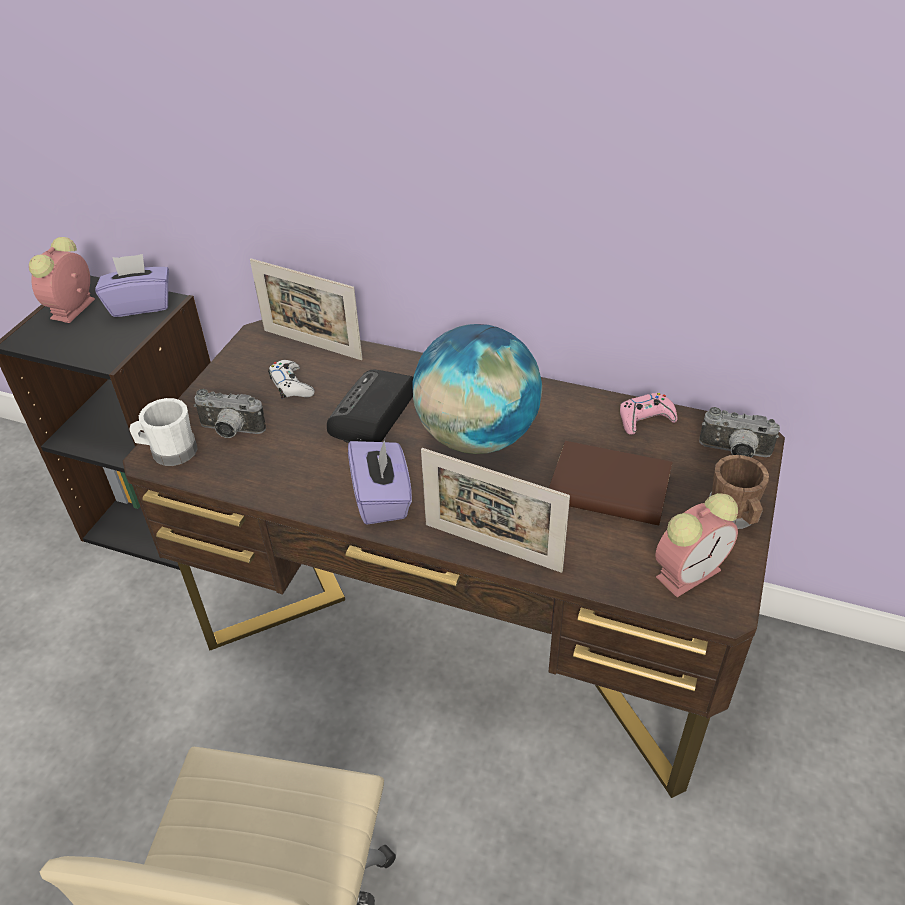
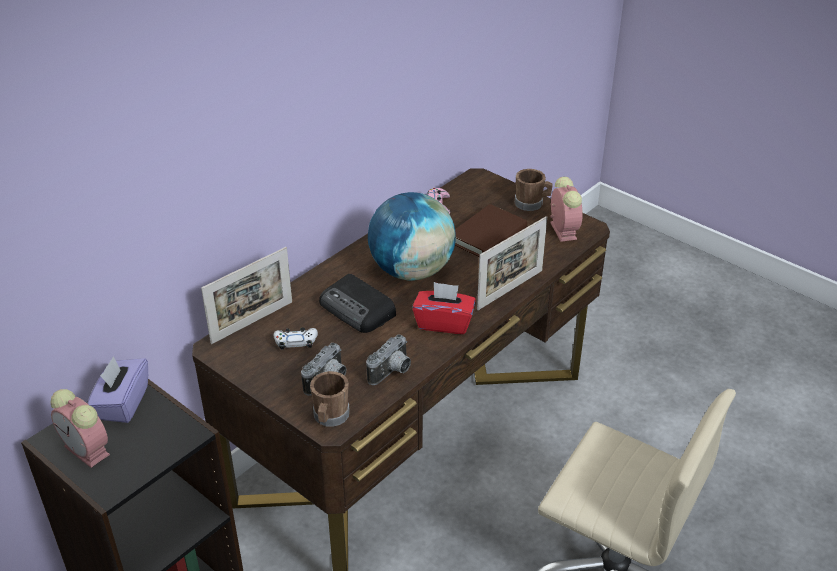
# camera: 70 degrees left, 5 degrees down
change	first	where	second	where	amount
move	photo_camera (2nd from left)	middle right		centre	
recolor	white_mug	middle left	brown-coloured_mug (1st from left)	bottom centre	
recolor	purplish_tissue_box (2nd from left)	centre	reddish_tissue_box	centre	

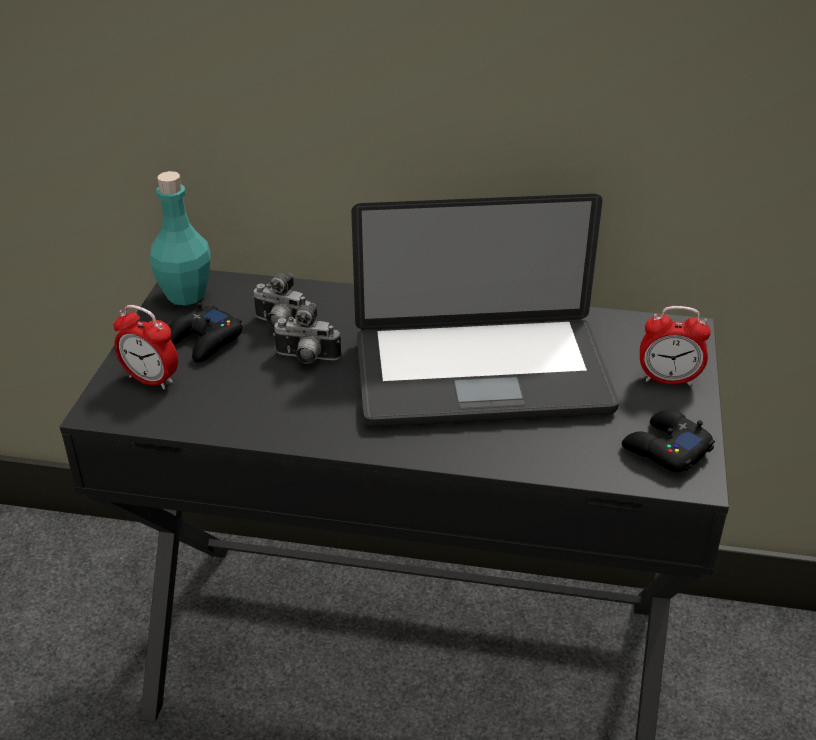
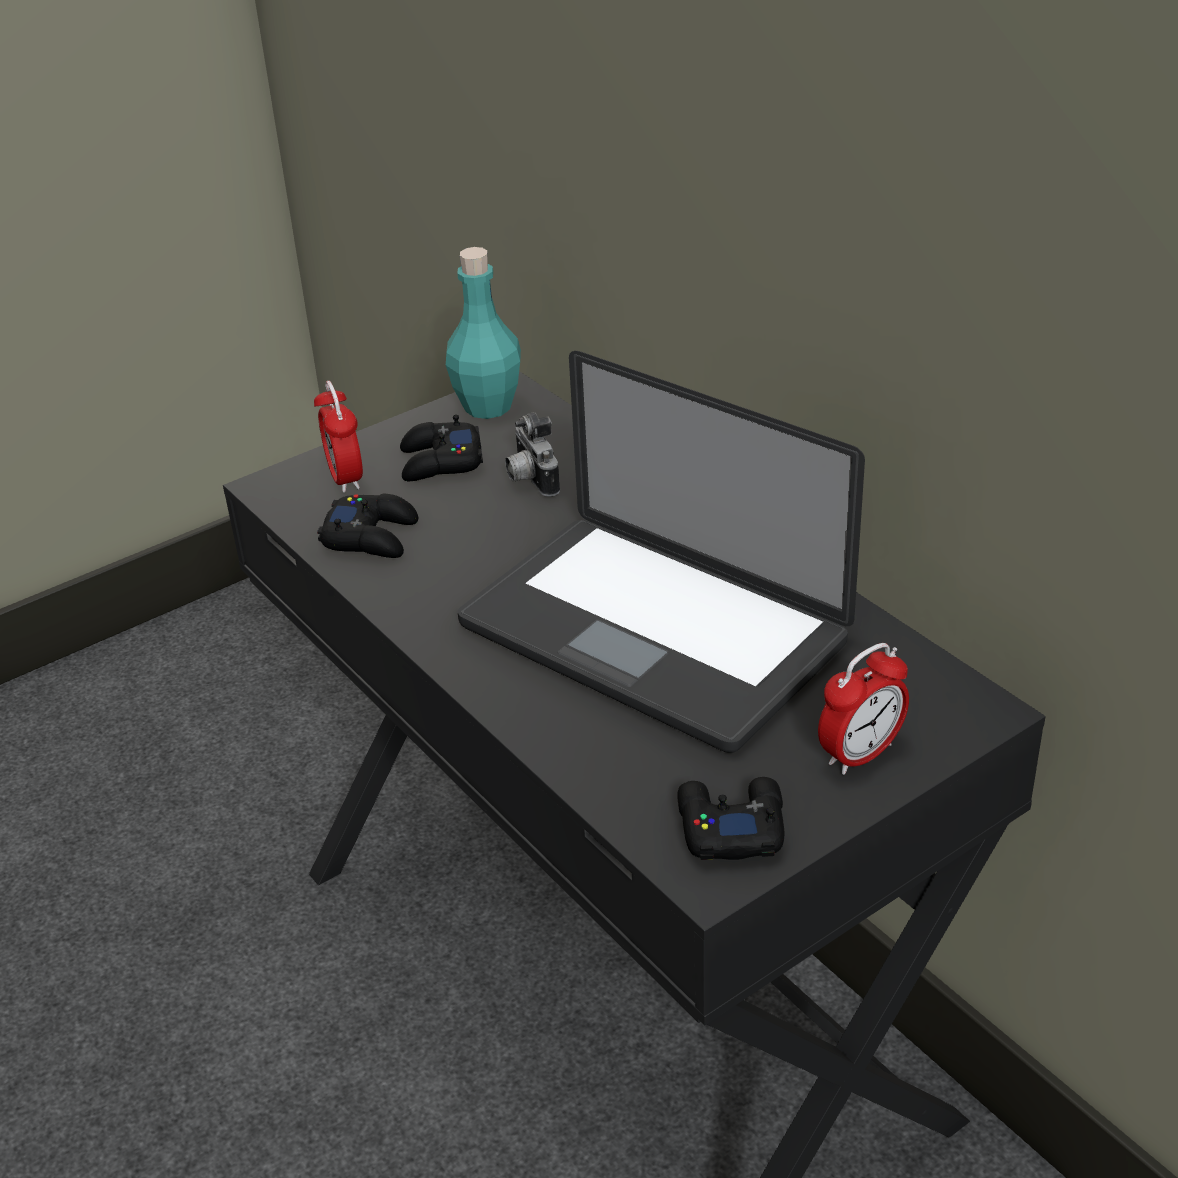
# camera: 45 degrees right, 0 degrees up
change	first	where	second	where	amount
delete	photo_camera (2nd from left)	centre			
insert			black_gamepad (1st from left)	middle left	
rotate	bedside_clock (2nd from left)	middle right		middle right	90 degrees counterclockwise

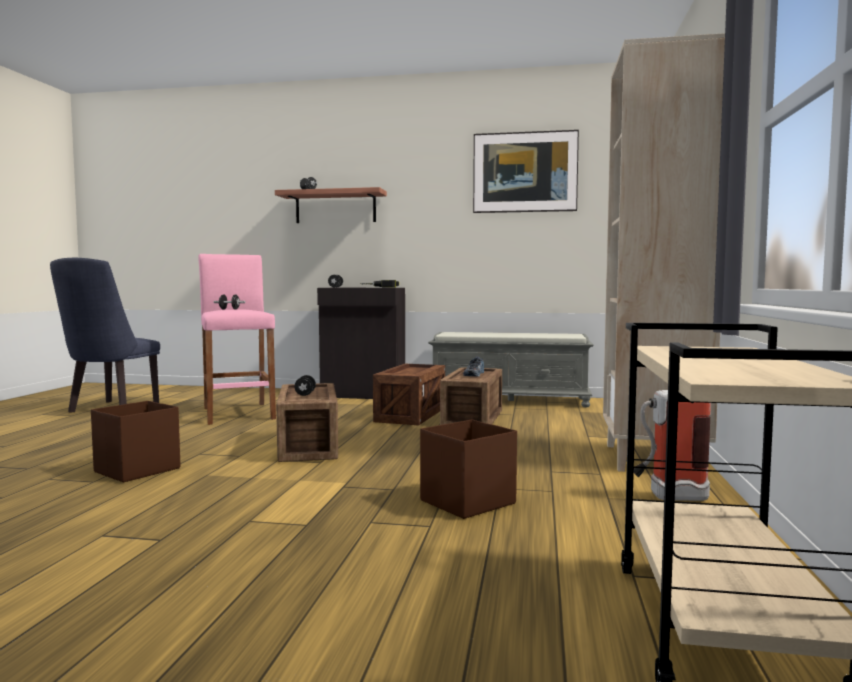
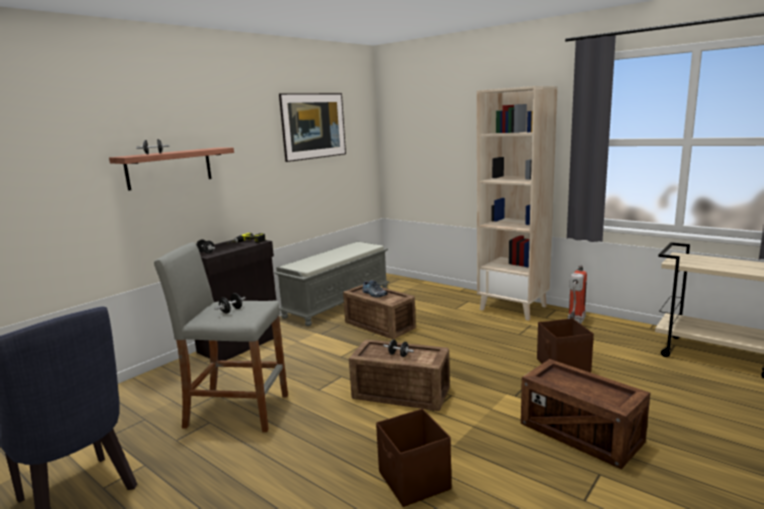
# camera: 60 degrees left, 10 degrees up
change	first	where	second	where	amount
move	crate (2nd from left in the first image)	centre	crate (3rd from left)	bottom right	
recolor	pink-coloured_sitting_stool	middle left	grey_sitting_stool	middle left	

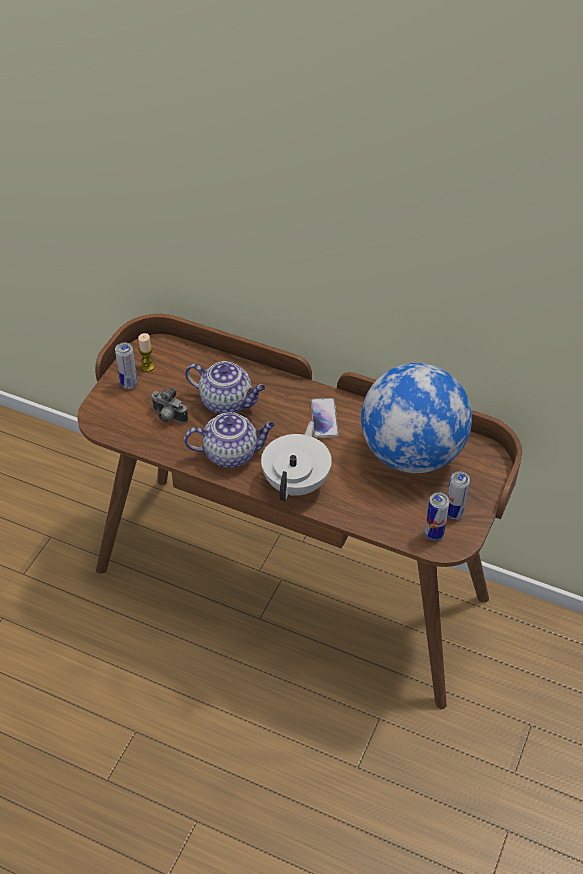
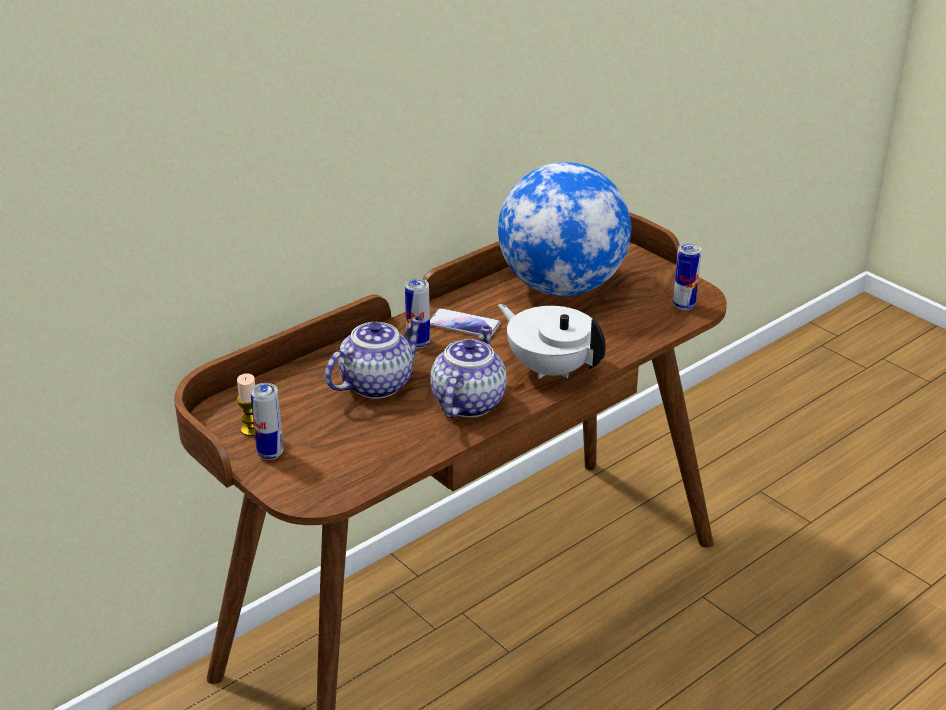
# camera: 65 degrees left, 15 degrees down
change	first	where	second	where	amount
delete	photo_camera	middle left			
move	sealed_can (3rd from left in the first image)	middle right	sealed_can (2nd from left)	centre	

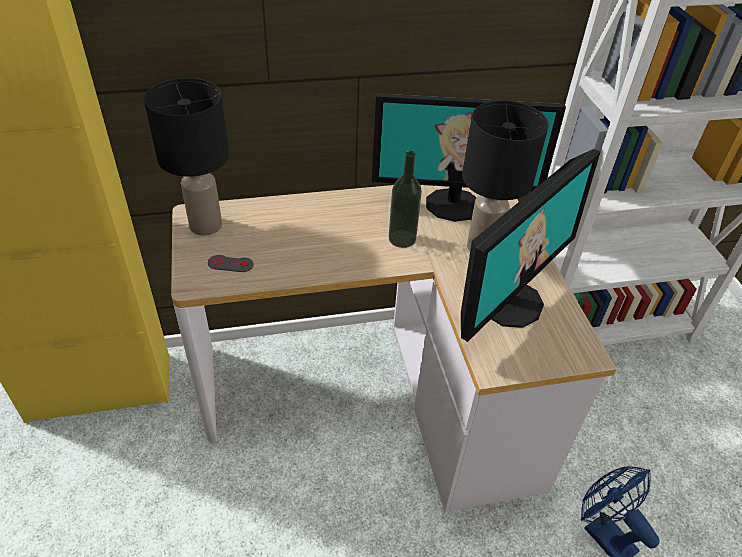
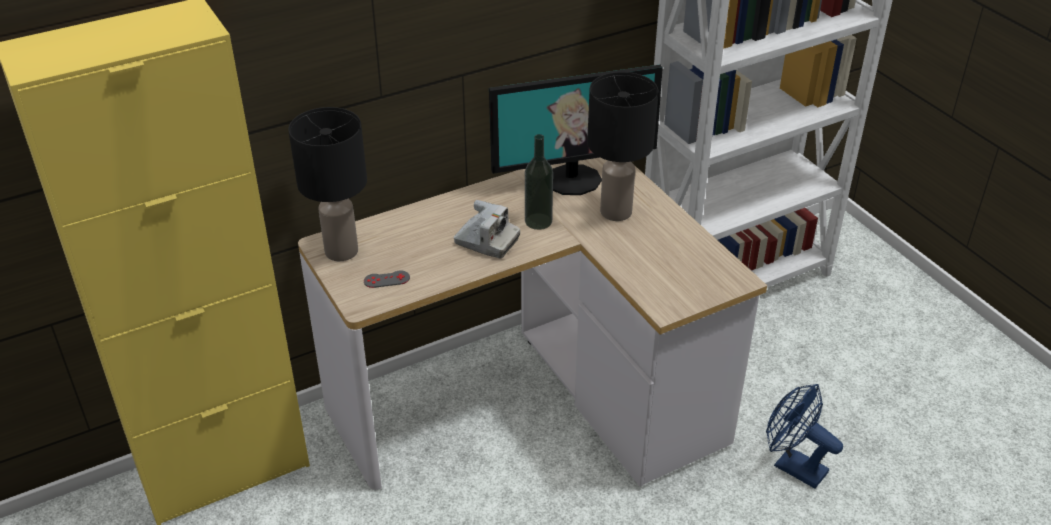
# camera: 15 degrees left, 5 degrees down
change	first	where	second	where	amount
delete	computer_screen (2nd from left)	middle right			
insert			photo_camera	centre	

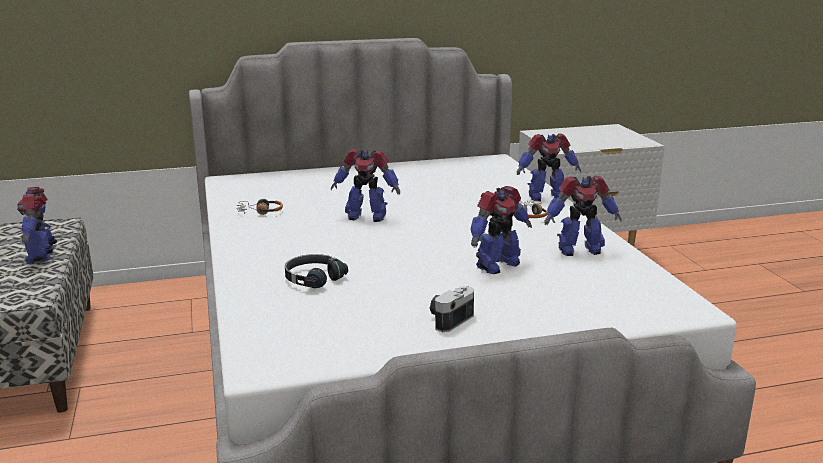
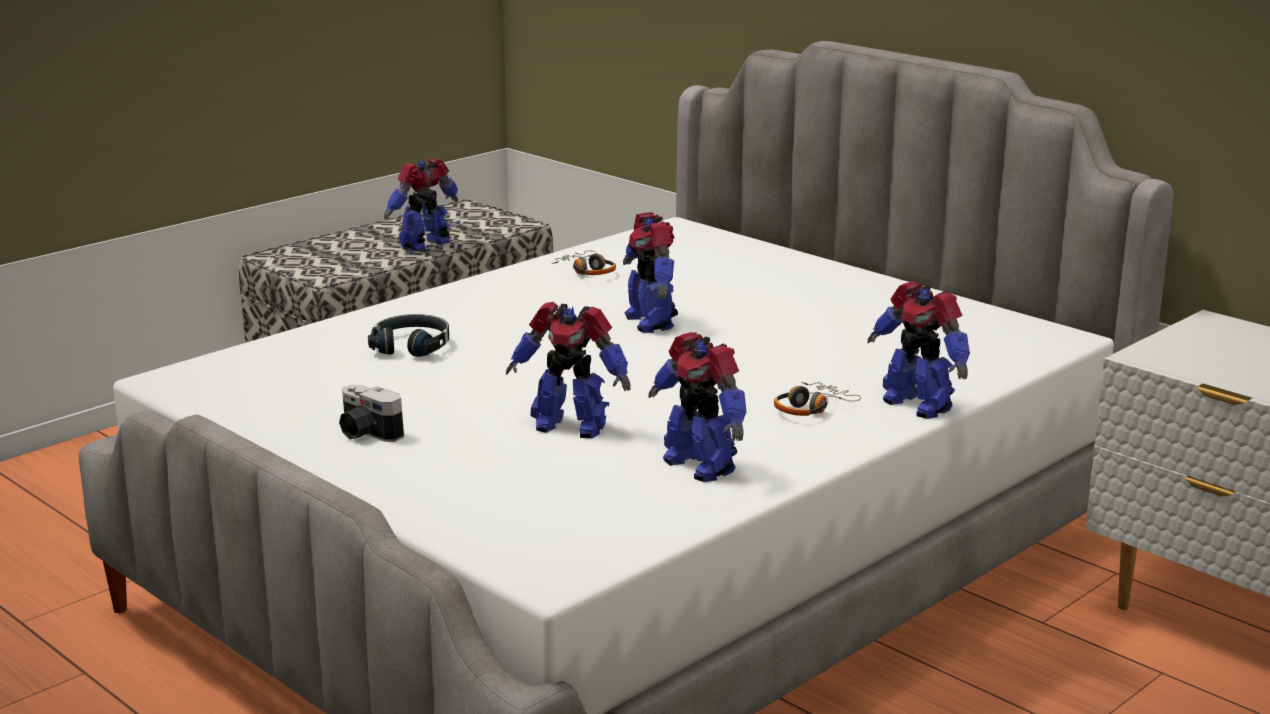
# camera: 60 degrees right, 0 degrees up
change	first	where	second	where	amount
rotate	photo_camera	bottom centre		middle left	150 degrees counterclockwise

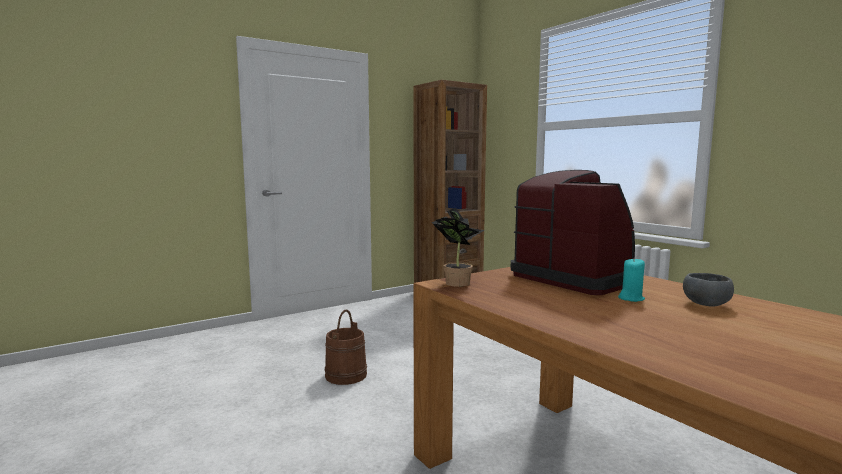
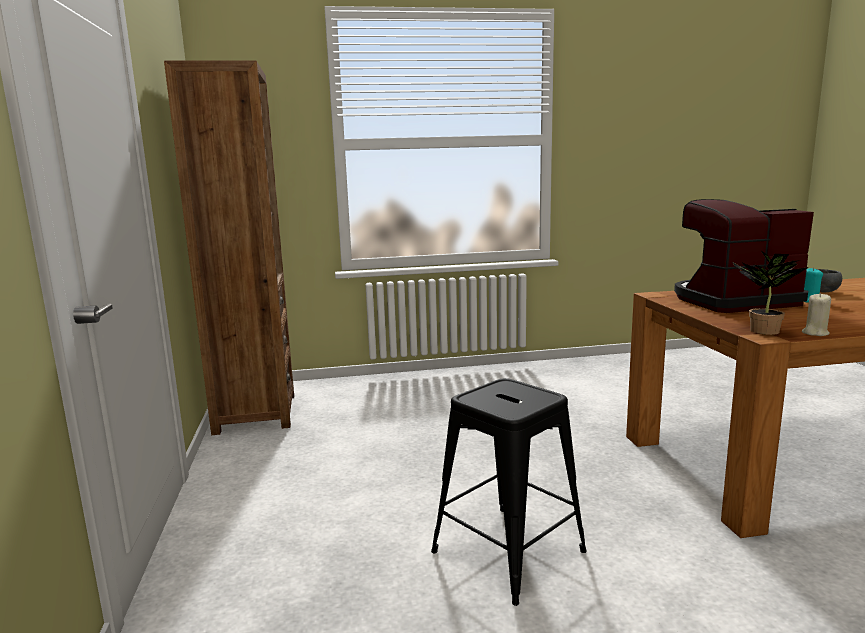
# camera: 65 degrees left, 5 degrees up
change	first	where	second	where	amount
insert			beige-coloured_wax_candle	middle right	
replace	brown-coloured_pail	bottom centre	black_sitting_stool	bottom centre	

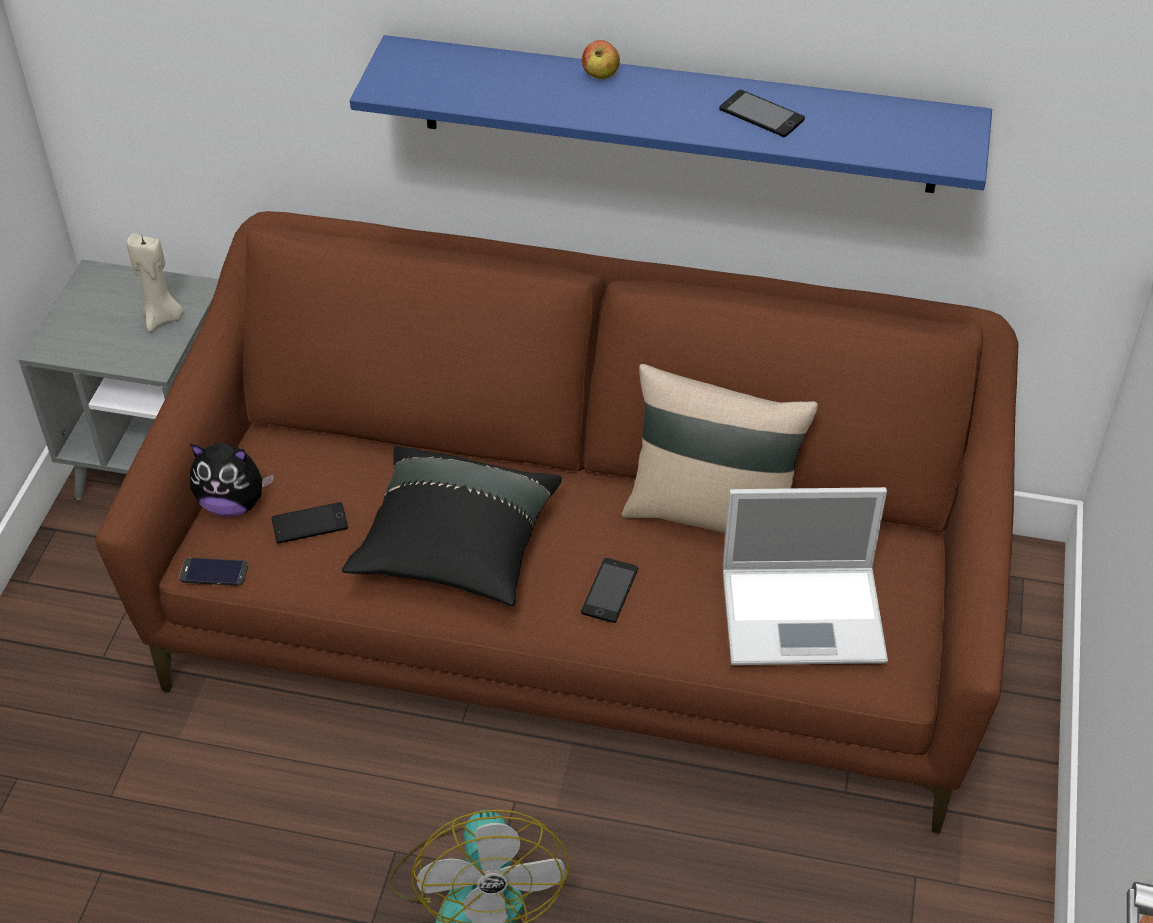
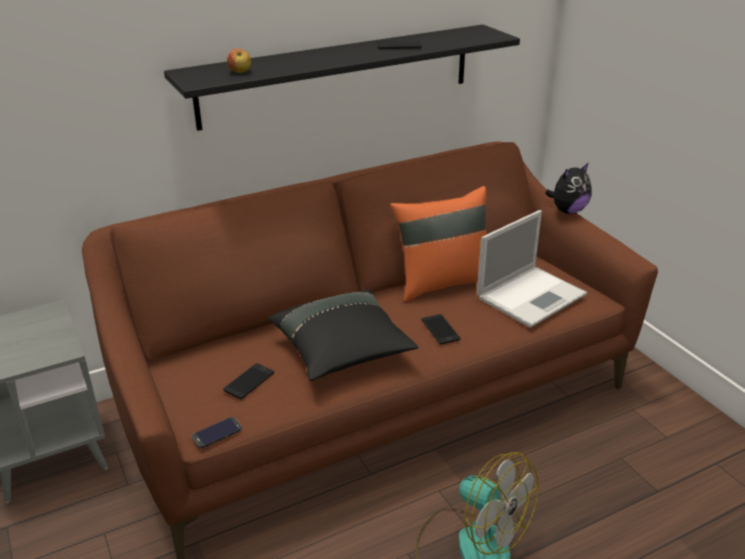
# camera: 40 degrees left, 15 degrees down
change	first	where	second	where	amount
delete	beige-coloured_wax_candle	top left			
move	soft_toy	middle left		middle right	
move	apple_fruit	top centre		top left	
recolor	bluish_wall_shelf	top centre	black_wall_shelf	top centre	
recolor	beige-coloured_pillow	centre	orange_pillow	centre	

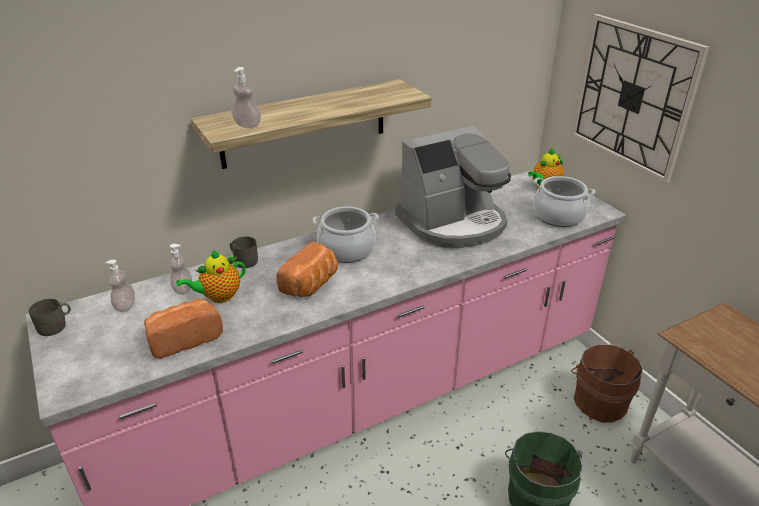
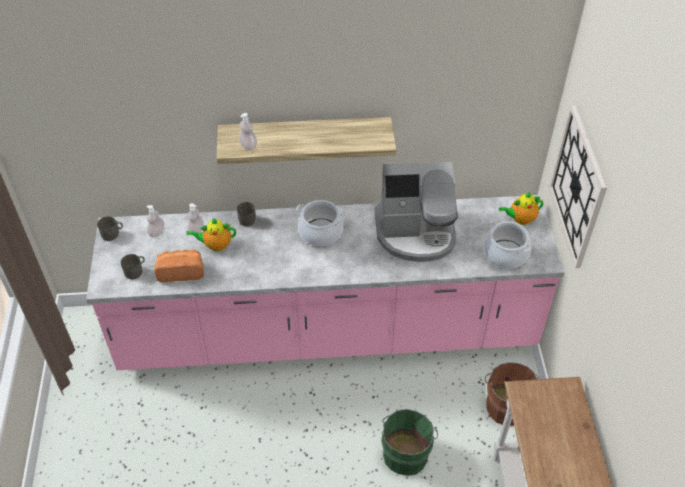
# camera: 25 degrees right, 15 degrees up
change	first	where	second	where	amount
delete	baked_bread (2nd from left)	centre			
insert			grey_mug (2nd from left)	middle left	

